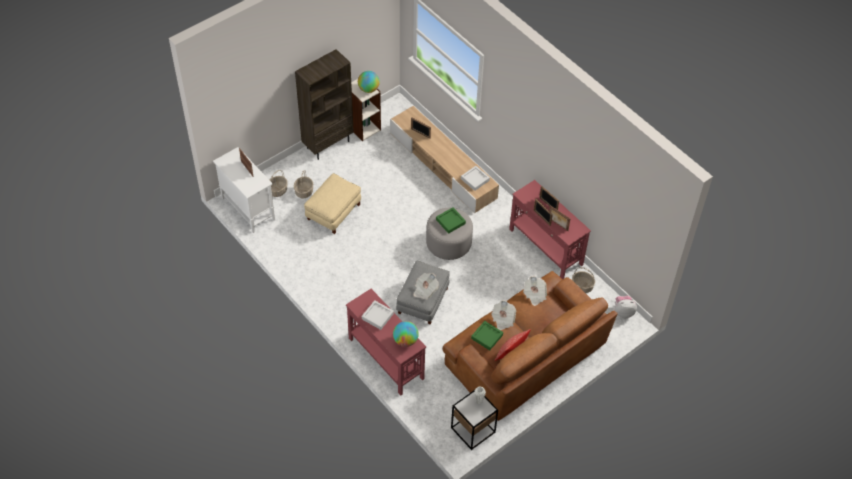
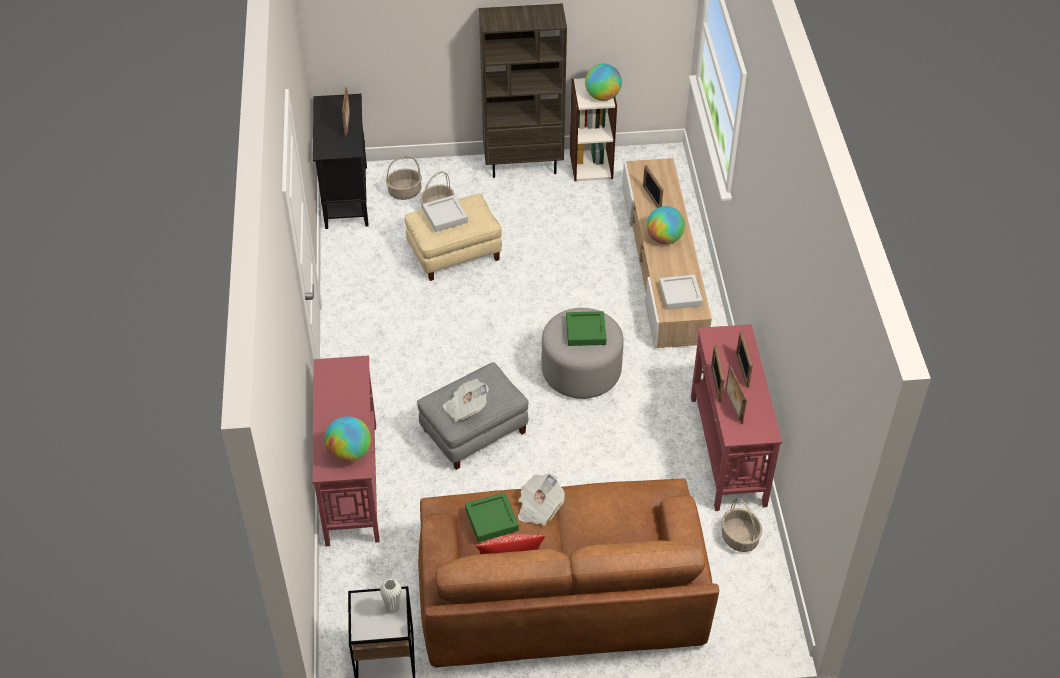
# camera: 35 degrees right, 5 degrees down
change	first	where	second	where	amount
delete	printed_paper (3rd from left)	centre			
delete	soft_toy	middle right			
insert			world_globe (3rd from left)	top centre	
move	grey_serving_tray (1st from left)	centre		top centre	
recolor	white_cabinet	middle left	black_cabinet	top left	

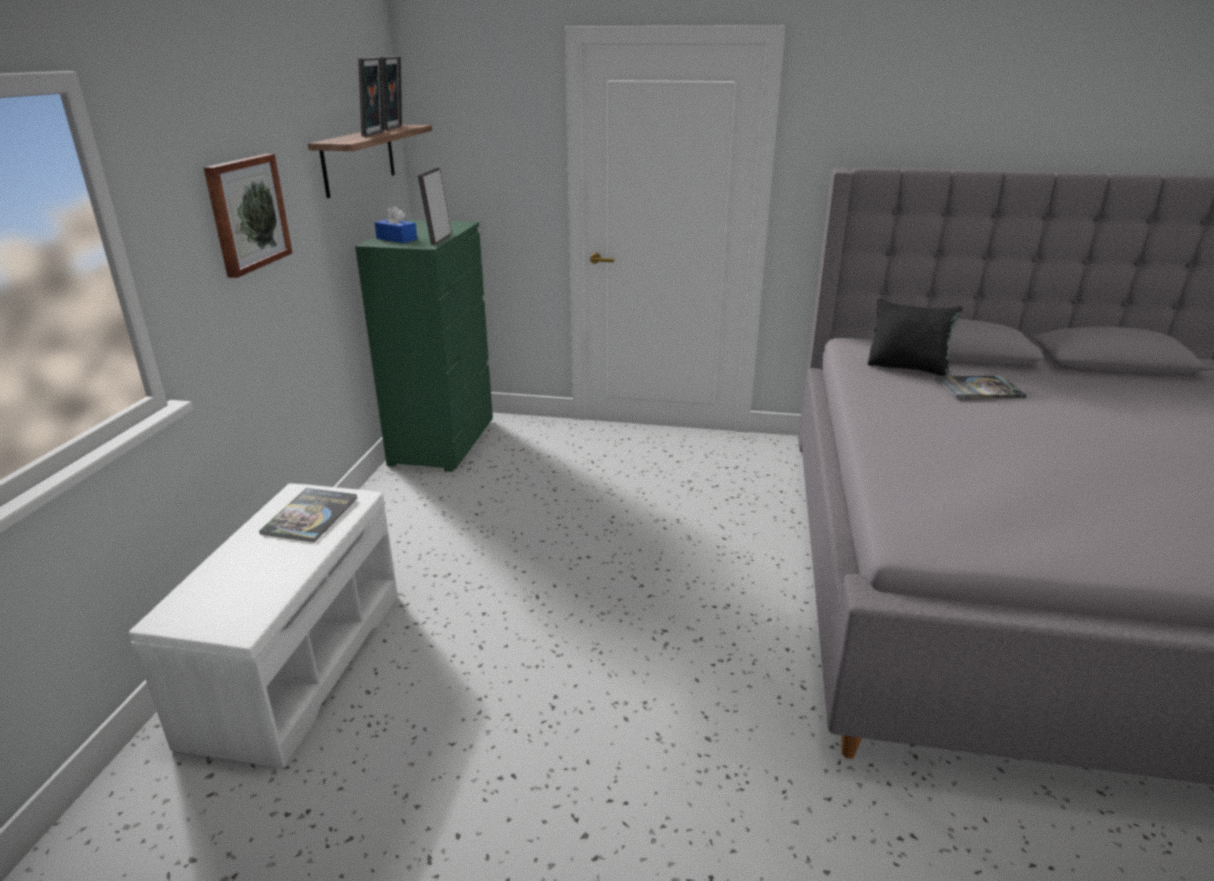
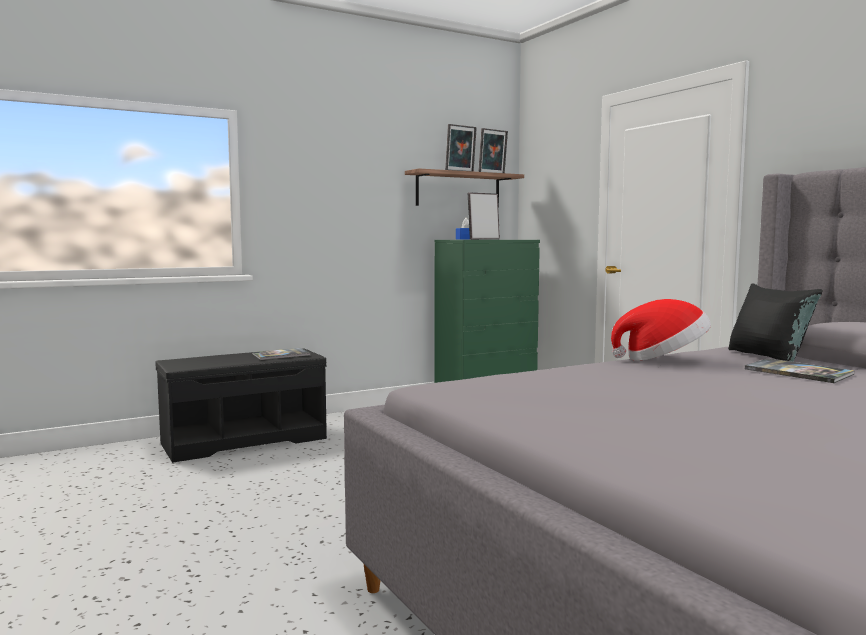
# camera: 50 degrees right, 20 degrees down
change	first	where	second	where	amount
delete	wall_art	top left			
insert			clothing_hat	middle right	
recolor	white_long_seat	bottom left	black_long_seat	middle left	

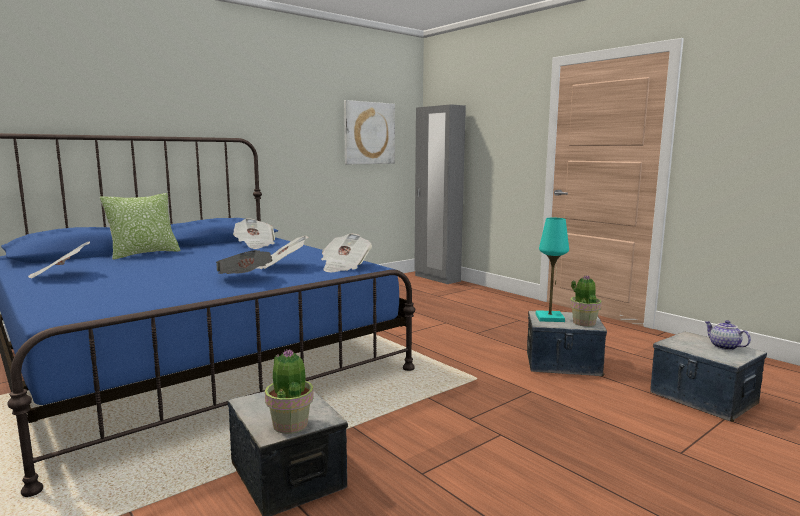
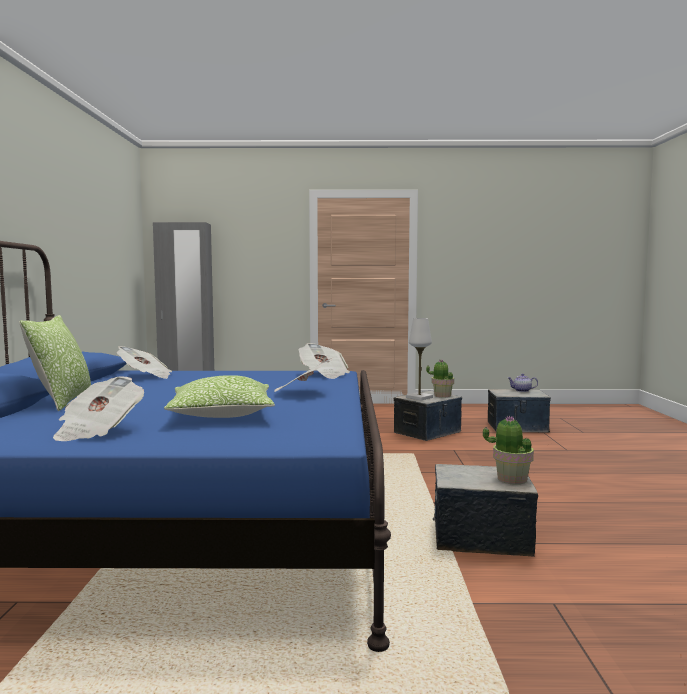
# camera: 50 degrees left, 5 degrees down
change	first	where	second	where	amount
delete	printed_paper (4th from left)	centre			
delete	wall_art	top centre			
insert			pillow (2nd from left)	middle left	
recolor	turquoise_tabletop_lamp	middle right	white_tabletop_lamp	centre	

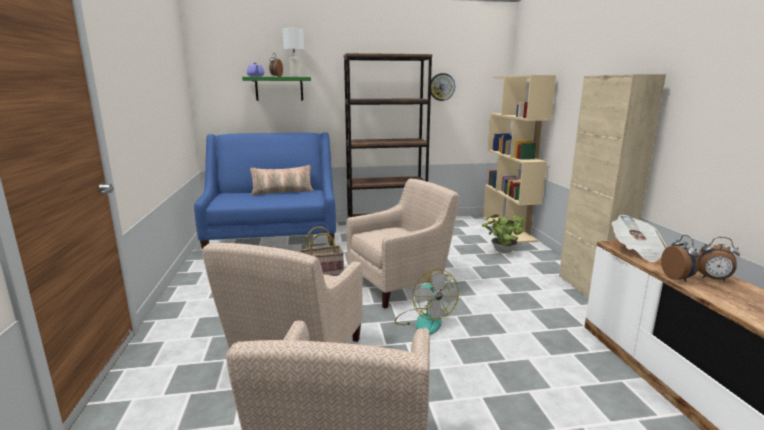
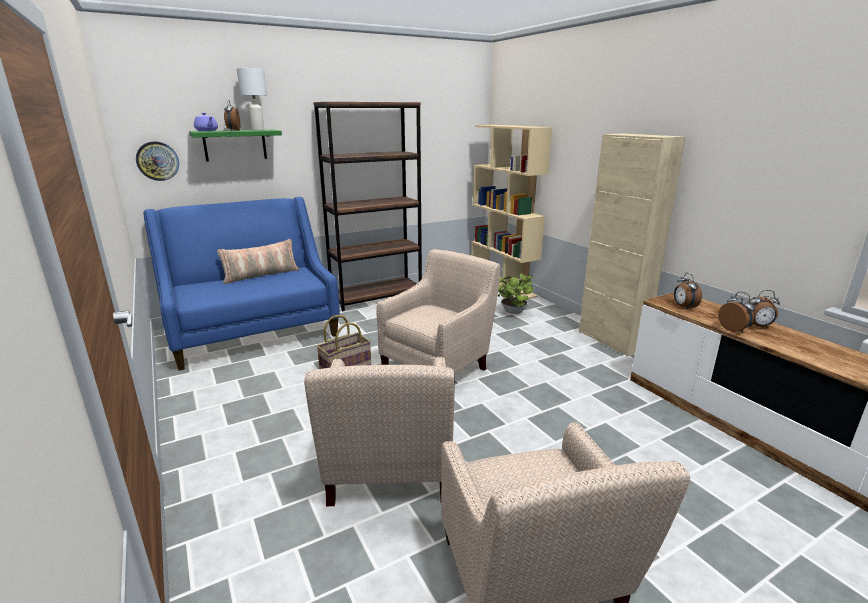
# camera: 20 degrees left, 5 degrees up
change	first	where	second	where	amount
delete	cooling_fan	bottom centre			
move	clock_on_the_wall	top centre		top left	
replace	printed_paper	middle right	bedside_clock (2nd from left)	middle right	

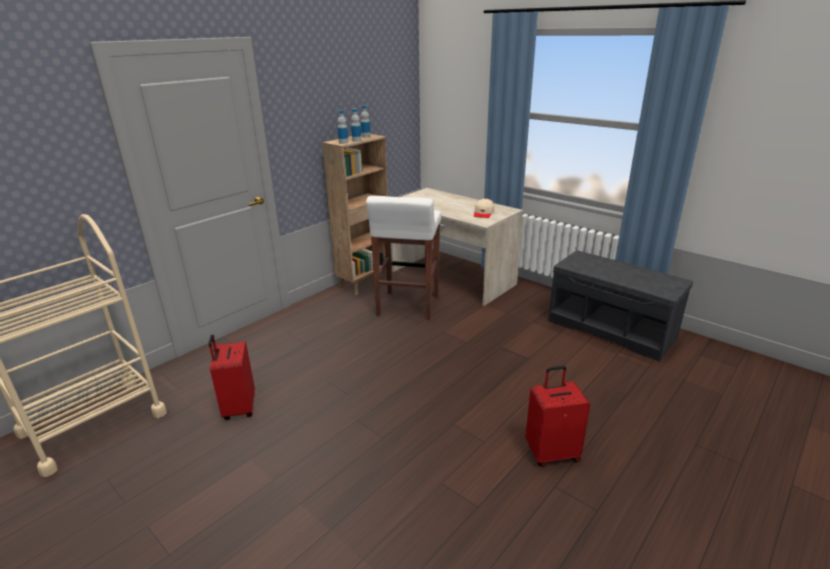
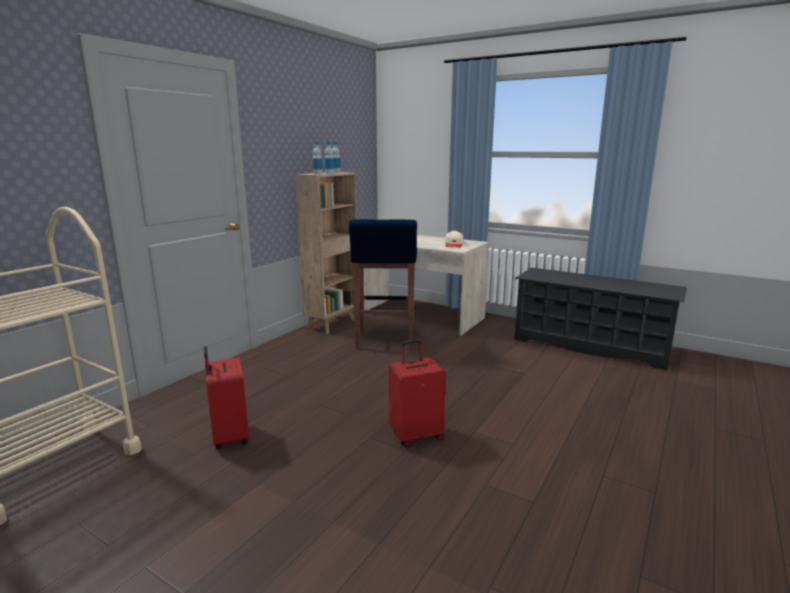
# camera: 10 degrees left, 10 degrees down
change	first	where	second	where	amount
move	reddish_piece_of_luggage (2nd from left)	bottom right		centre	
replace	grey_long_seat	middle right	black_shoe_stand	middle right	
recolor	white_sitting_stool	centre	bluish_sitting_stool	centre	

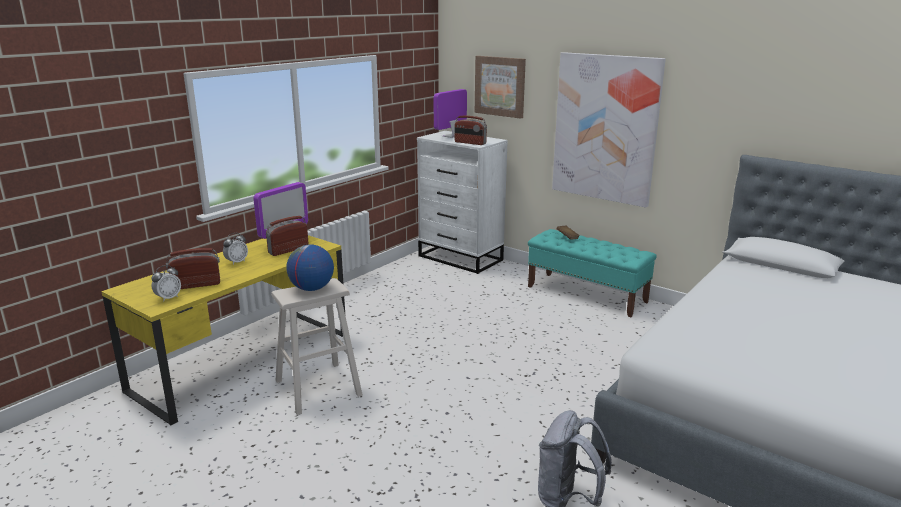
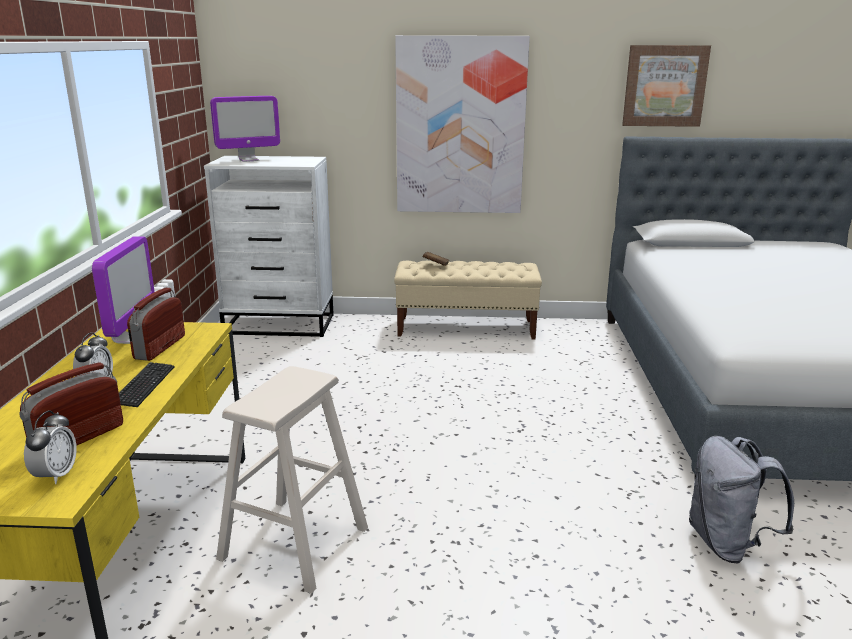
# camera: 35 degrees left, 0 degrees up
change	first	where	second	where	amount
delete	world_globe	centre			
delete	radio_receiver (3rd from left)	top centre			
insert			computer_keyboard	middle left	
move	wall_art (1st from left in the first image)	top centre	wall_art (2nd from left)	top right	
recolor	turquoise_long_seat	centre	beige-coloured_long_seat	centre	
rotate	computer_screen (2nd from left)	top centre		top left	120 degrees counterclockwise

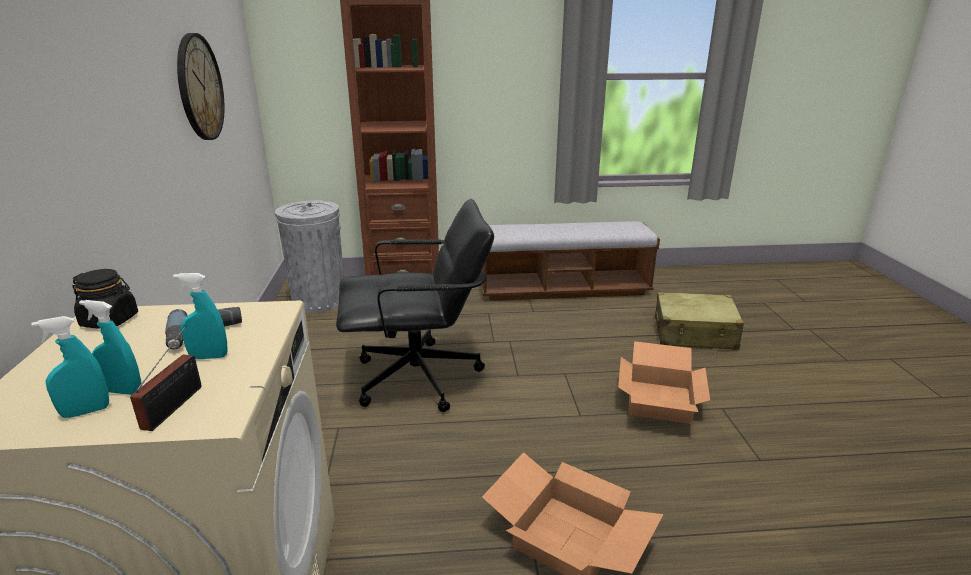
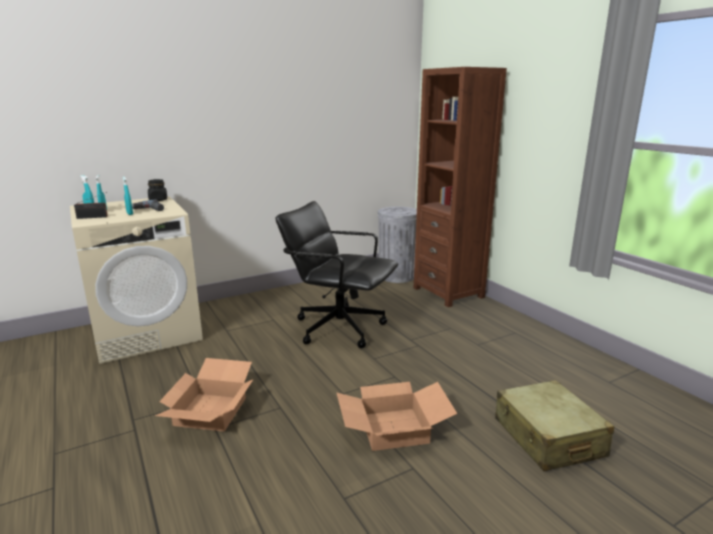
# camera: 65 degrees right, 5 degrees down
change	first	where	second	where	amount
delete	clock_on_the_wall	top left			
delete	long_seat	centre			
rotate	black_computer_chair	centre		centre	150 degrees clockwise

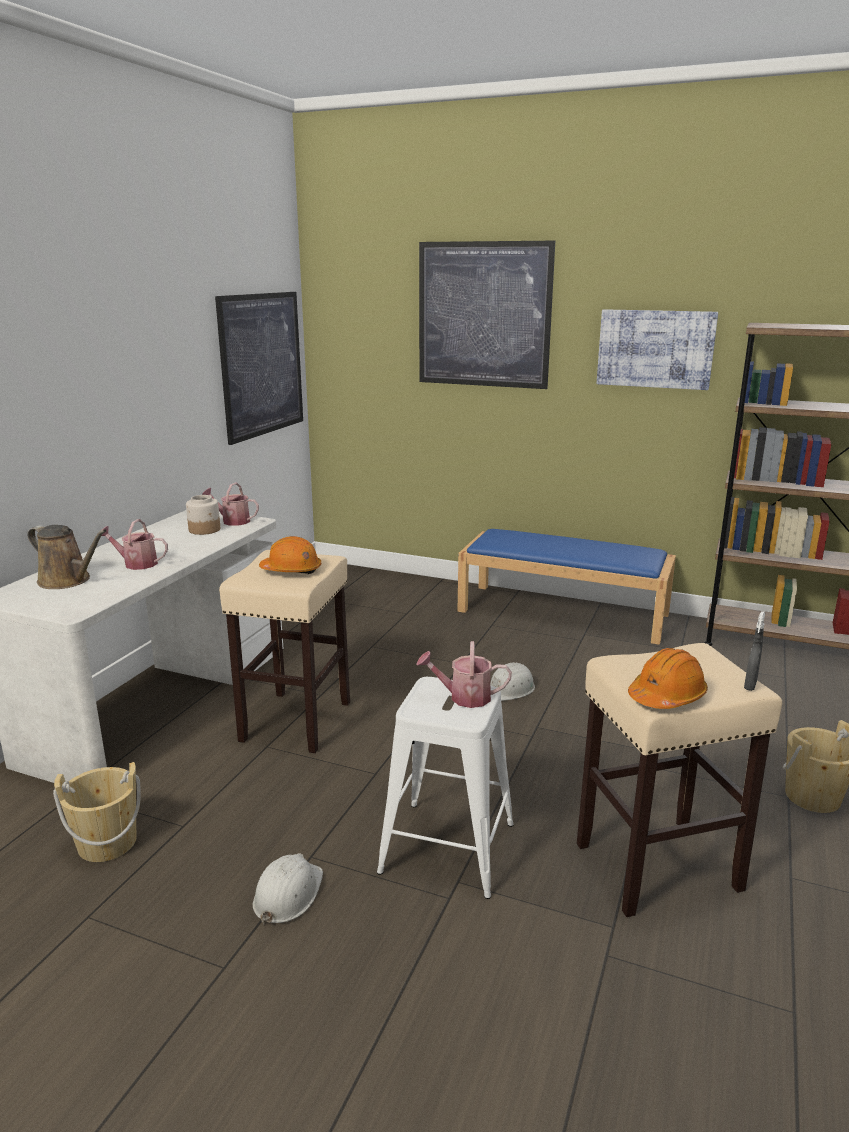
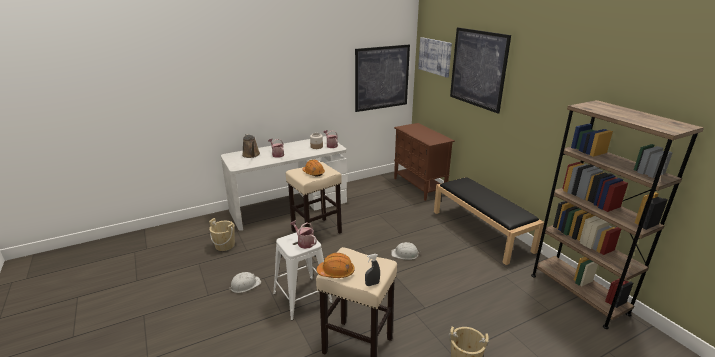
# camera: 40 degrees right, 5 degrees up
change	first	where	second	where	amount
insert			brown-coloured_cabinet	centre	
move	wall_art (3rd from left in the first image)	top right	wall_art (2nd from left)	top centre	
recolor	bluish_long_seat	middle right	black_long_seat	middle right	

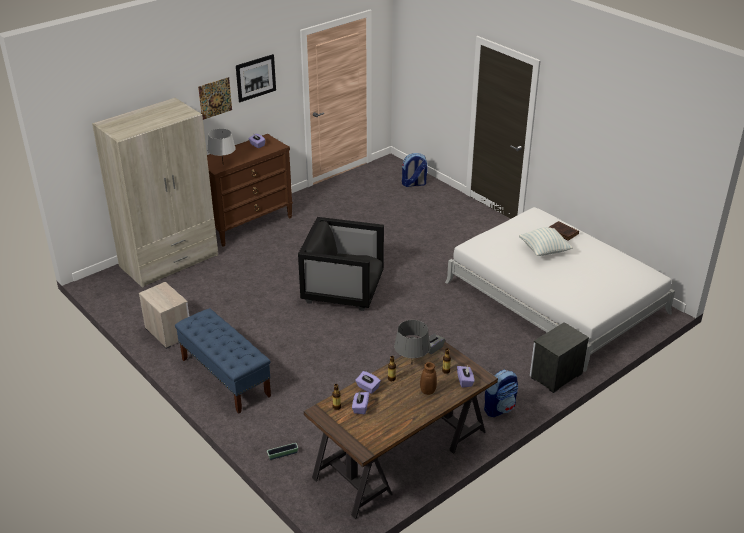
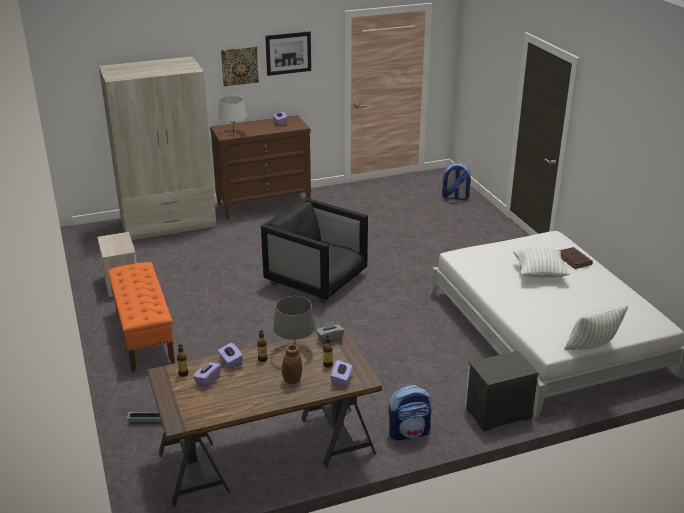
# camera: 20 degrees right, 5 degrees down
change	first	where	second	where	amount
insert			pillow (2nd from left)	middle right	
recolor	bluish_long_seat	bottom left	orange_long_seat	middle left	

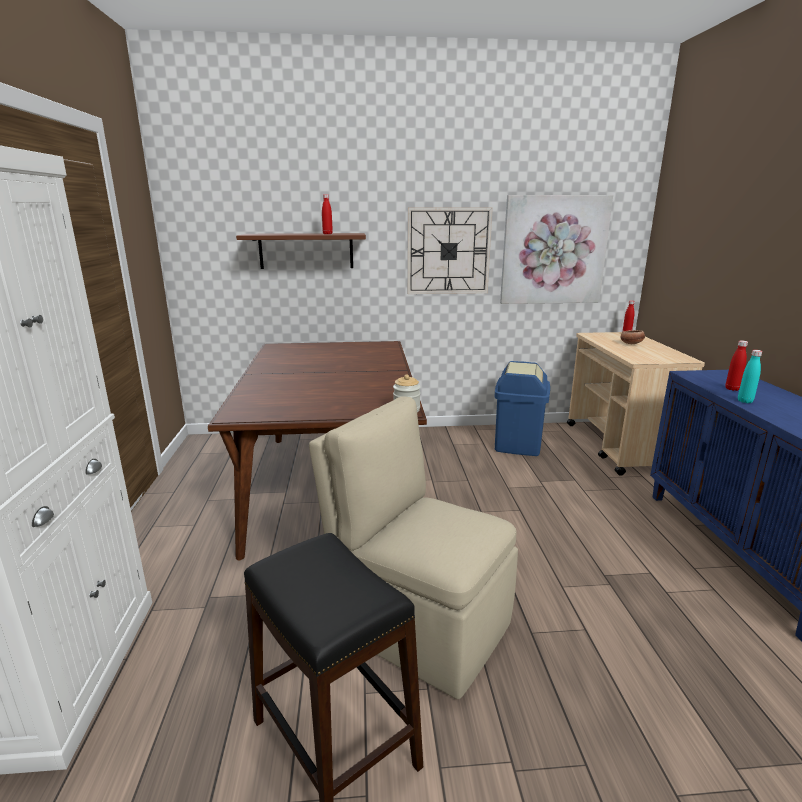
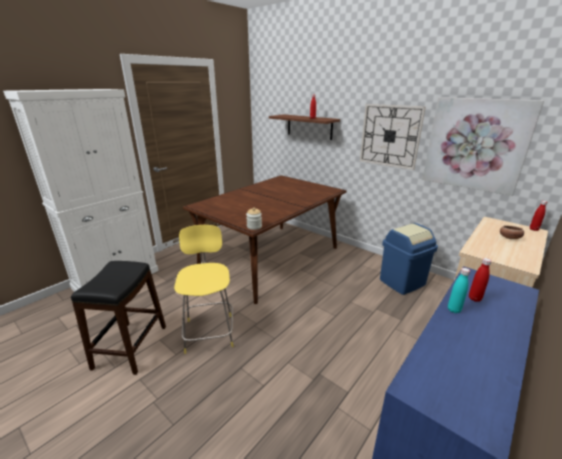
# camera: 45 degrees right, 5 degrees up
change	first	where	second	where	amount
replace	beige-coloured_plain_chair	bottom centre	yellow_sitting_stool	centre	

